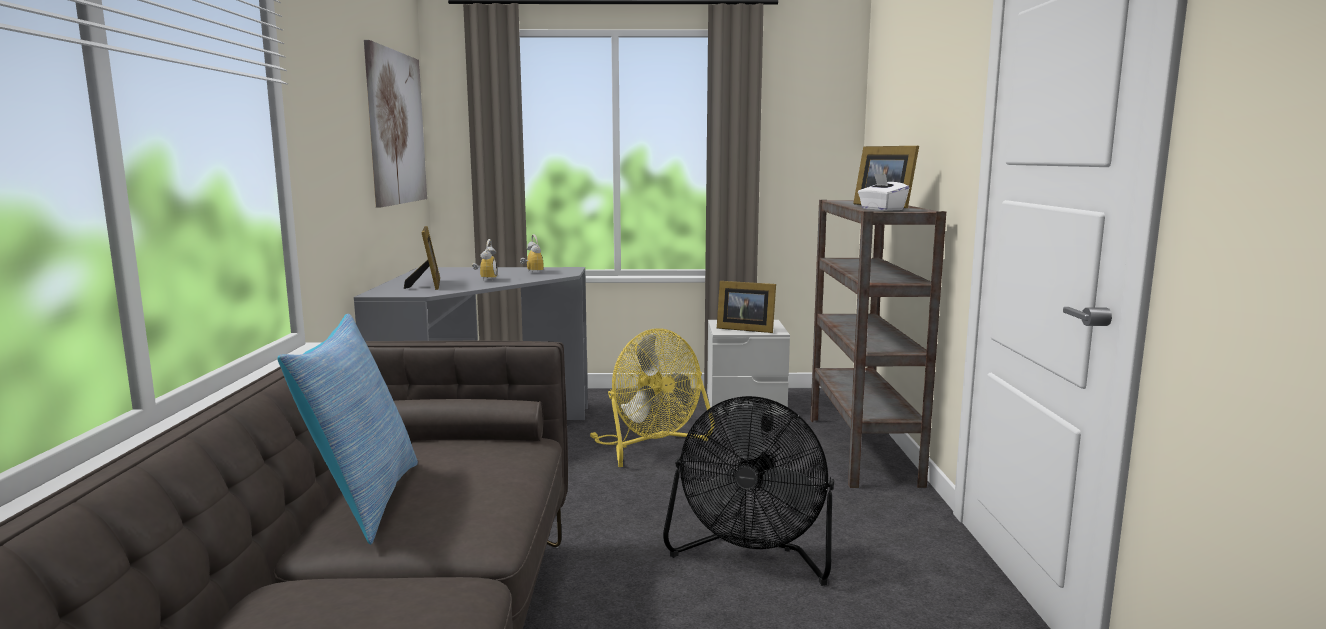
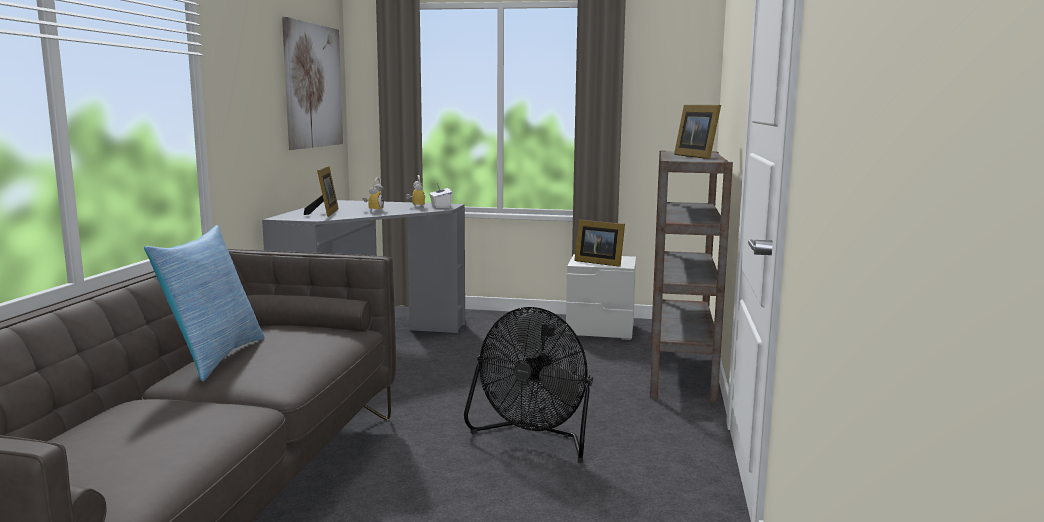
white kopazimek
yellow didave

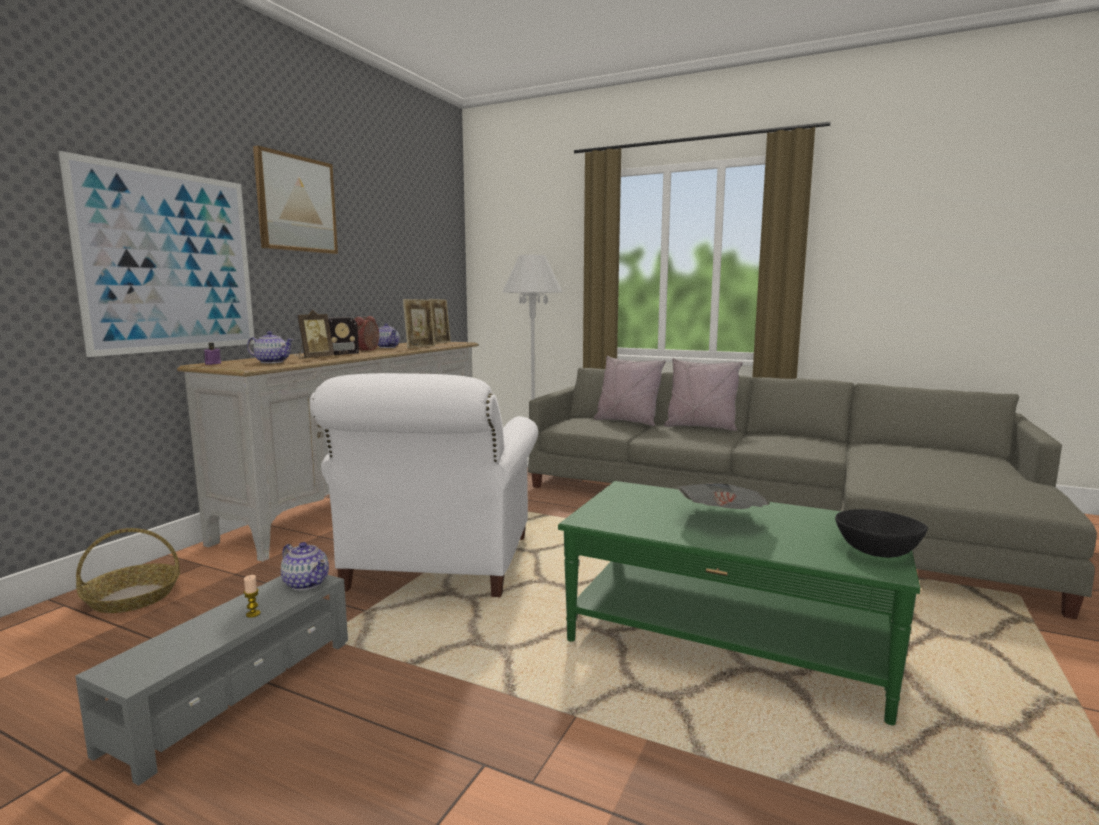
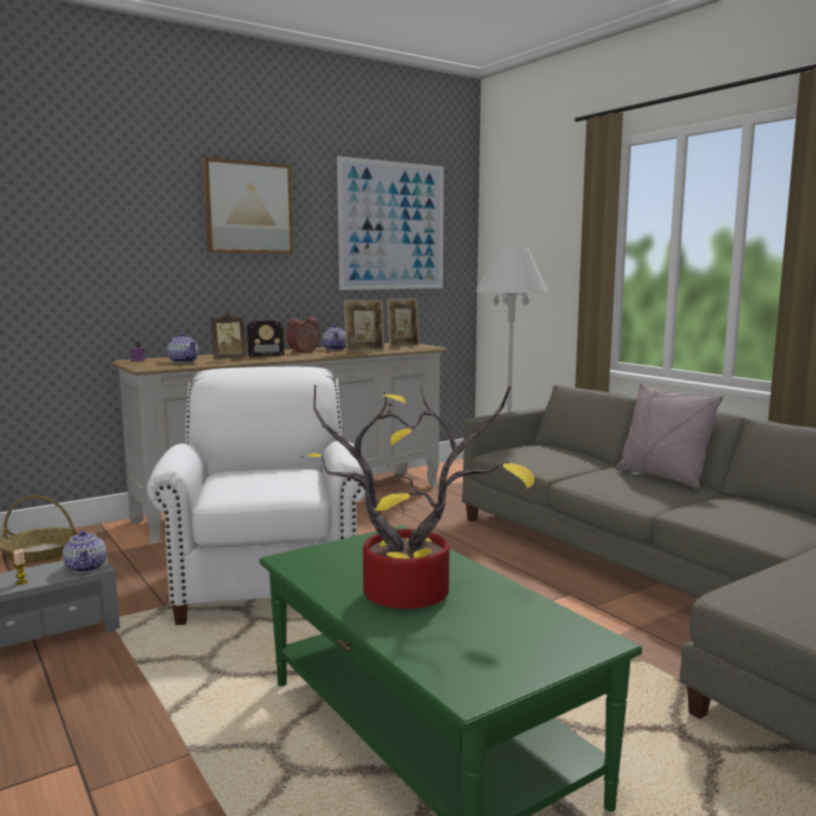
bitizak (2nd from left)
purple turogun (1st from left in the first image)
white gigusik
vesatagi
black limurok

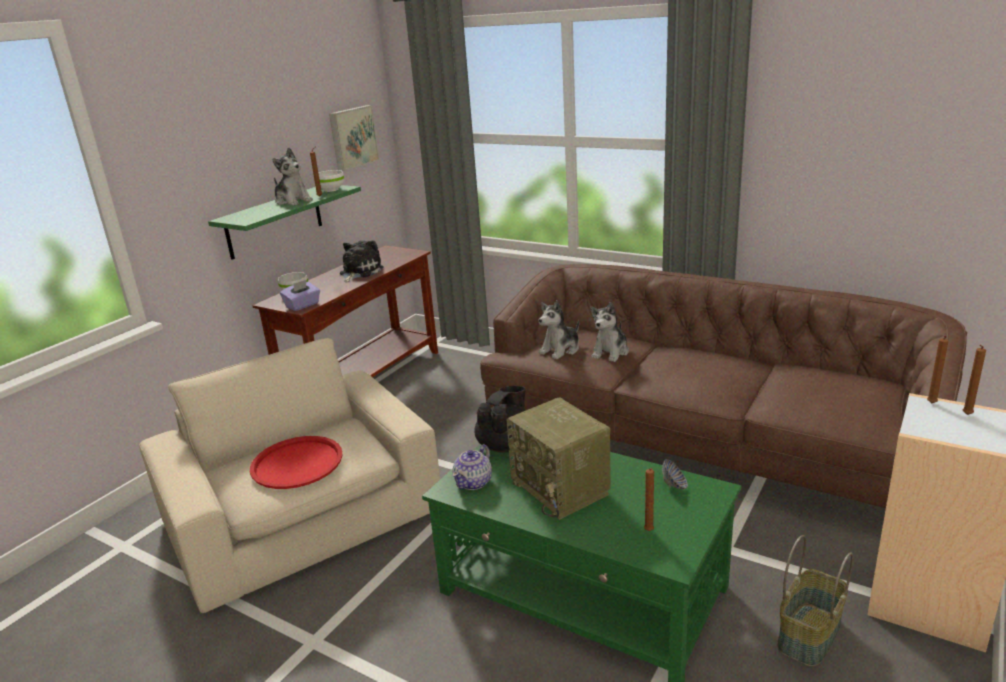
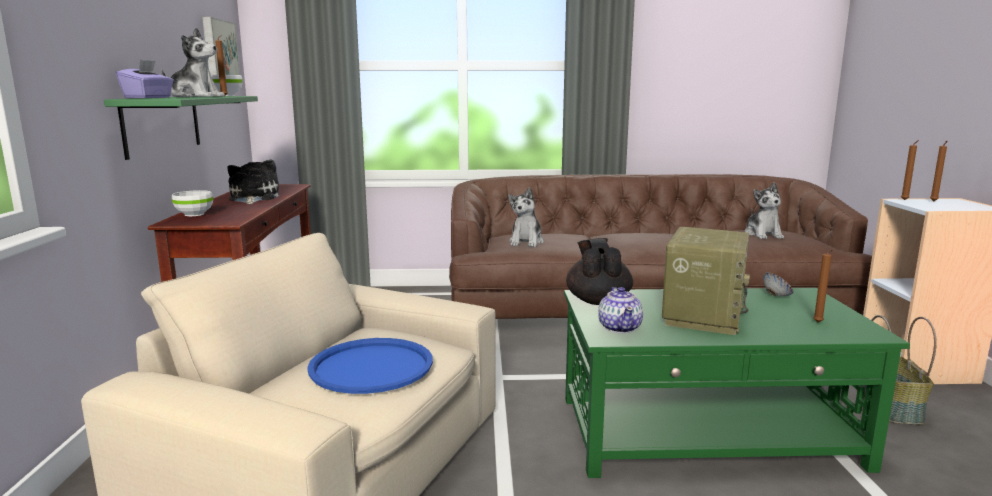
purple kopazimek
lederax (4th from left)
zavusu
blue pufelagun

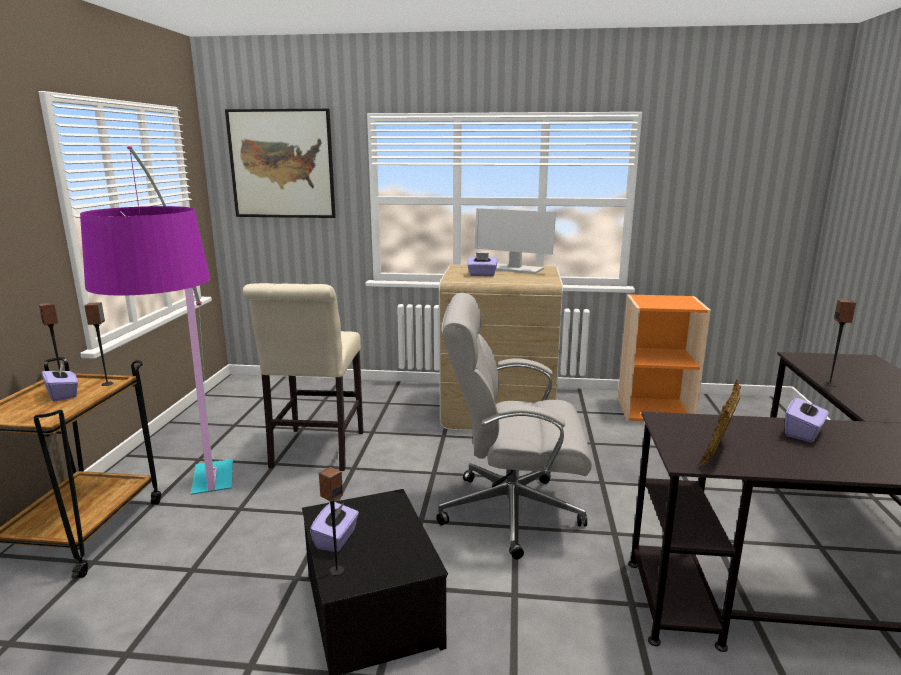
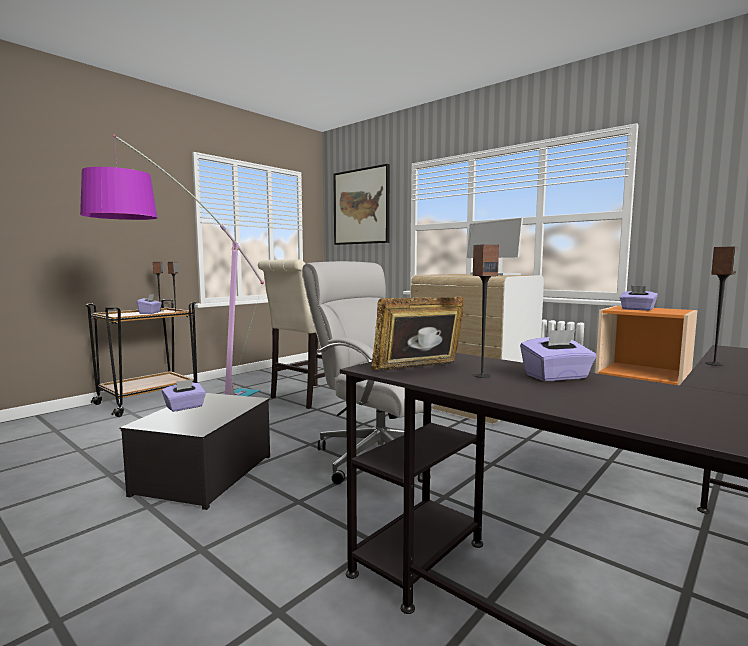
purple kopazimek (4th from left)
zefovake (3rd from left)

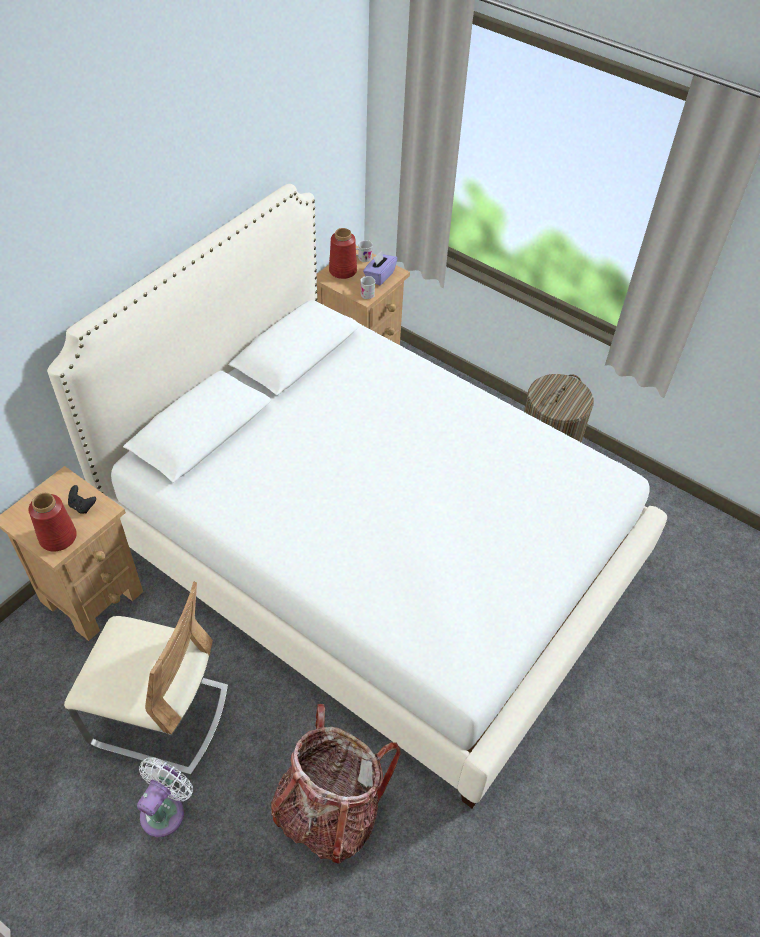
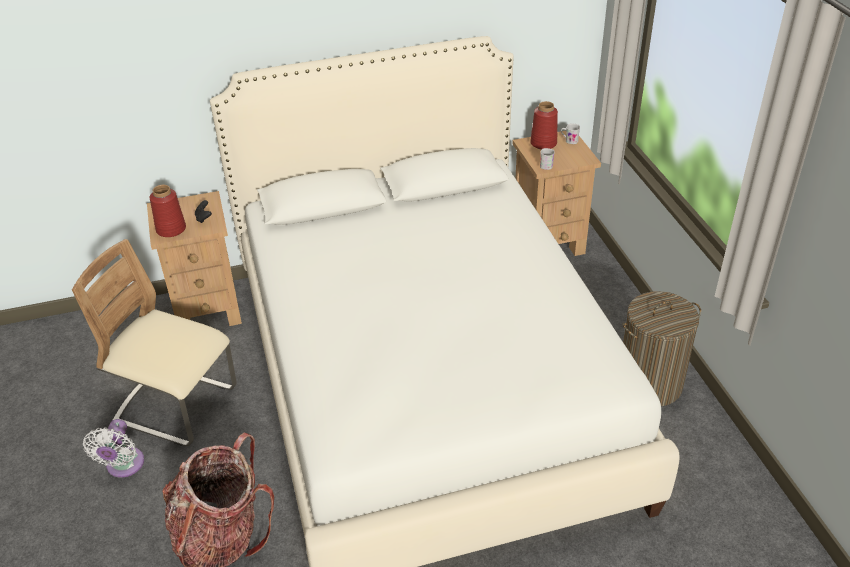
purple kopazimek
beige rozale
white didave

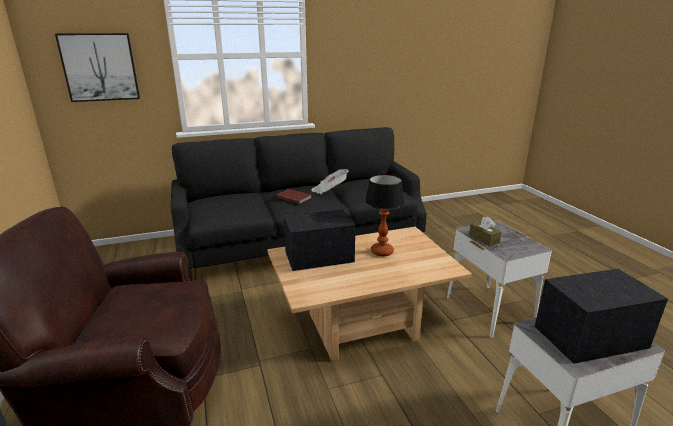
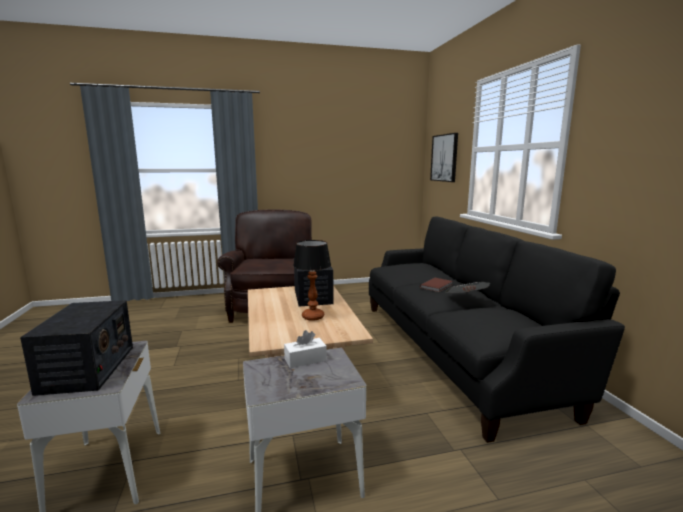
white kopazimek

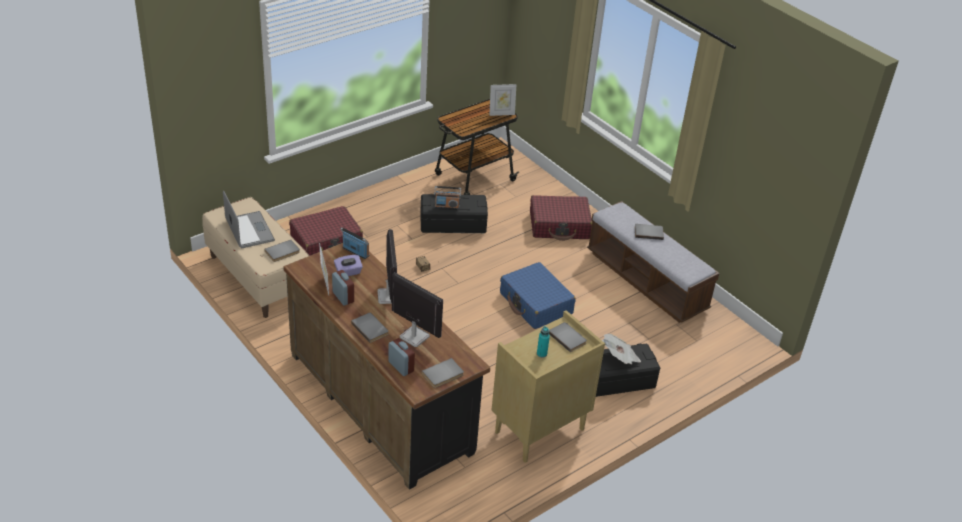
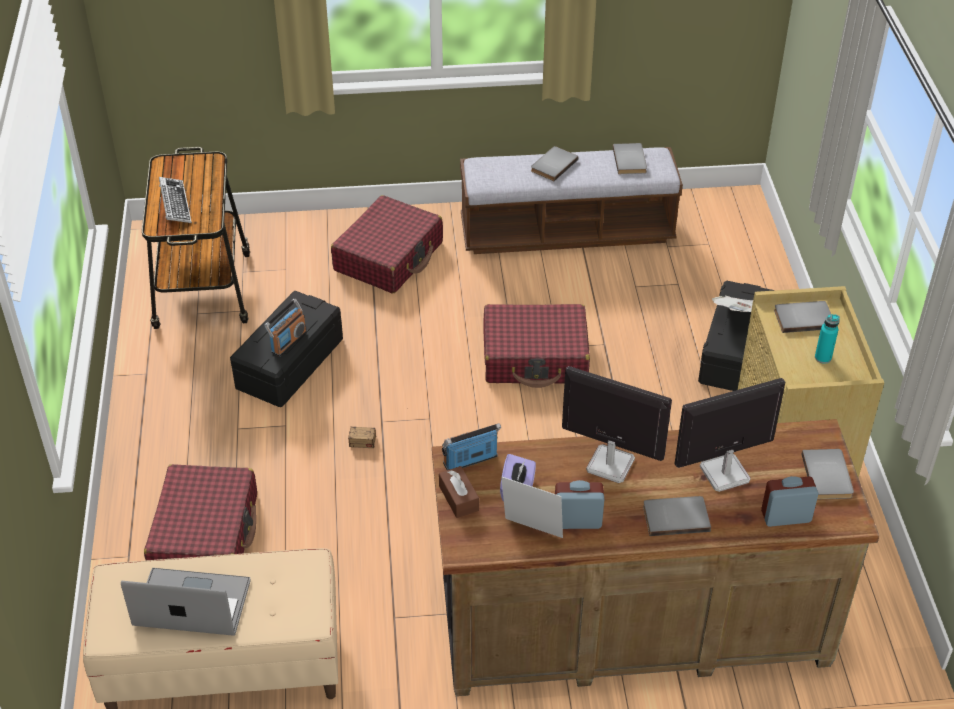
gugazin (2nd from left in the first image)
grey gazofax (2nd from left)
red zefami (3rd from left)
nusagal
brown kopazimek

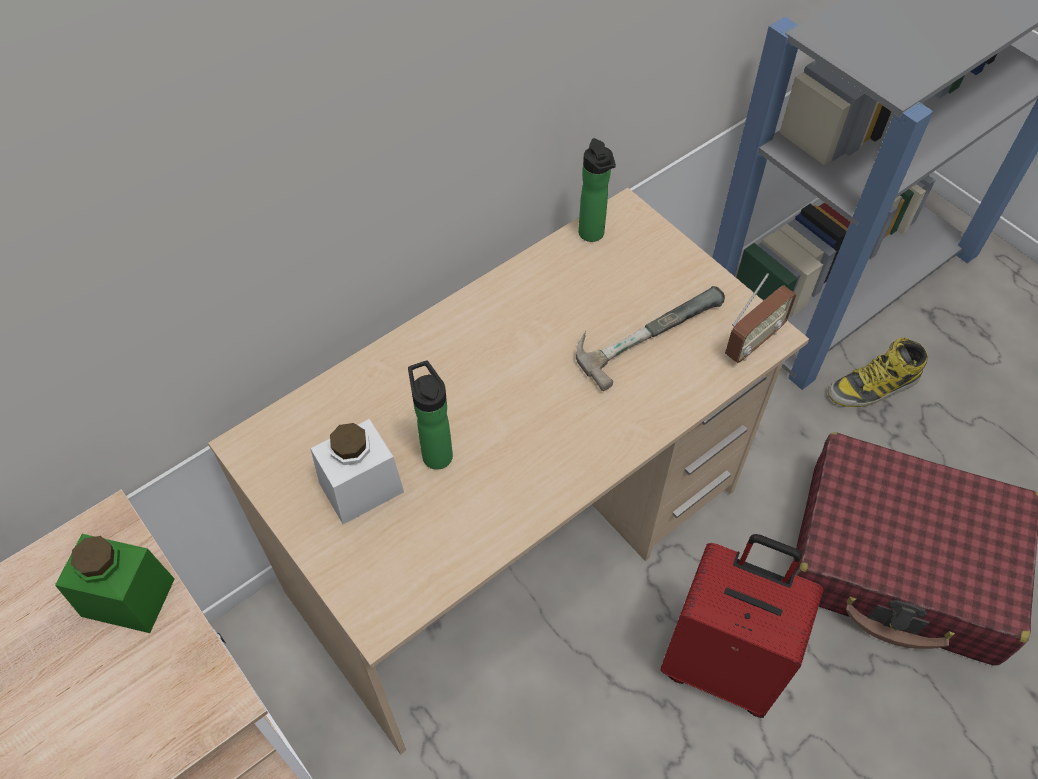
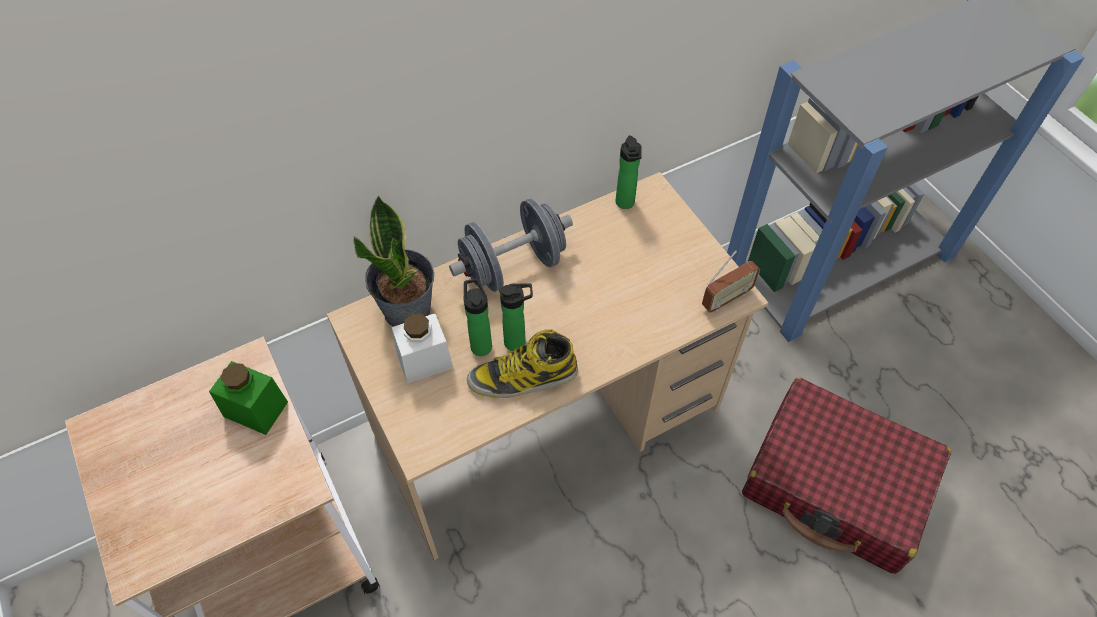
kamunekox
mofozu
red zefami (1st from left in the first image)
vesatagi
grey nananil
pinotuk (2nd from left)

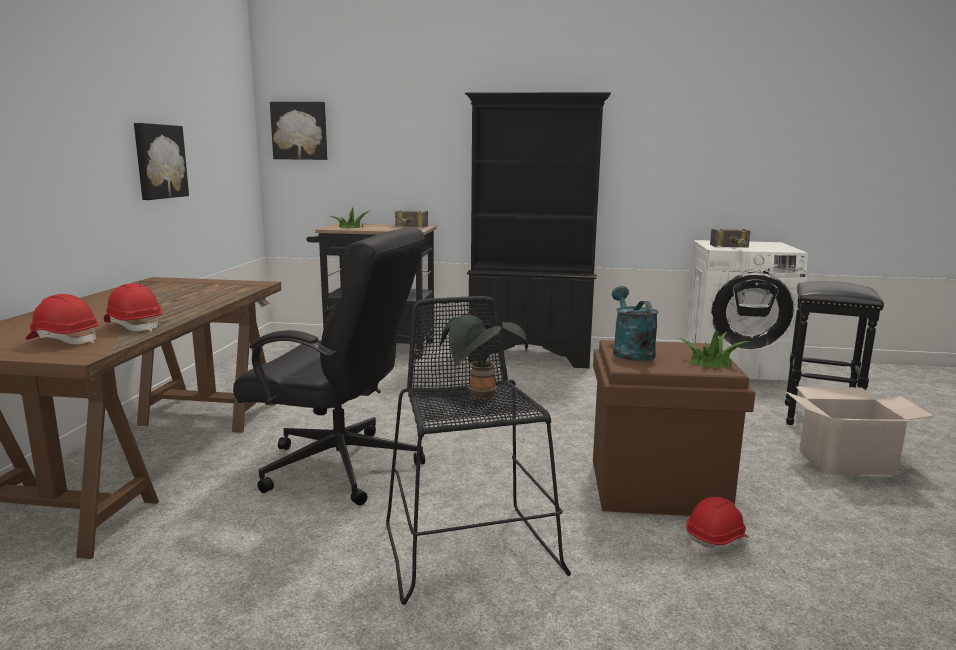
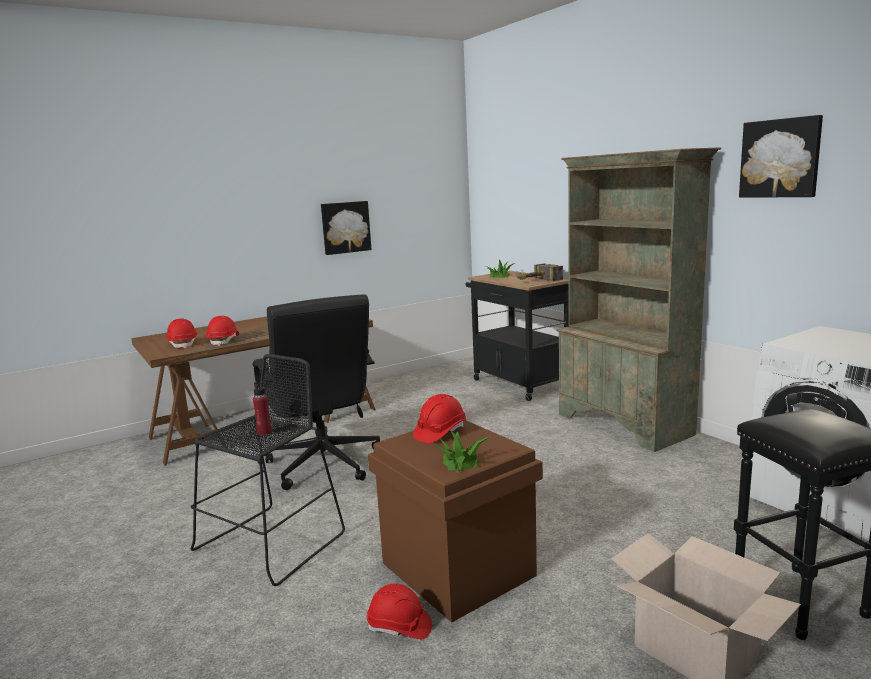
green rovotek
bitizak (2nd from left)
kamunekox (2nd from left in the first image)
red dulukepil (4th from left)
red pinotuk

